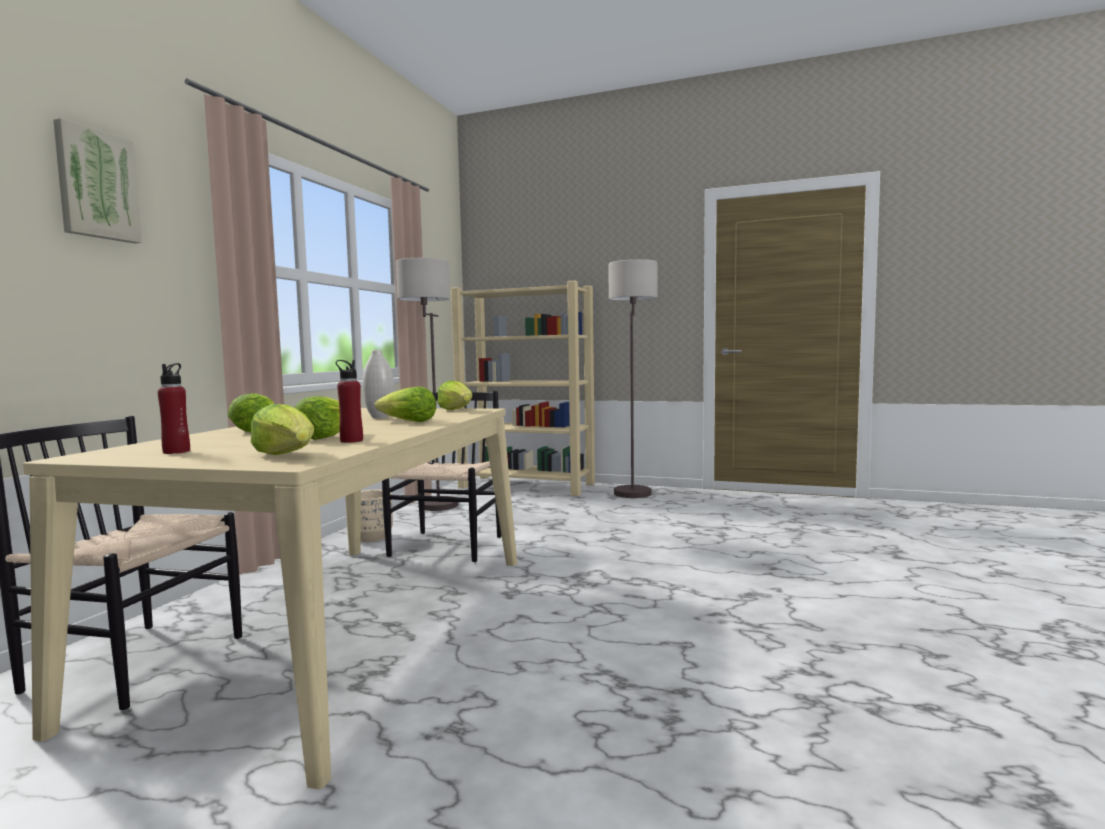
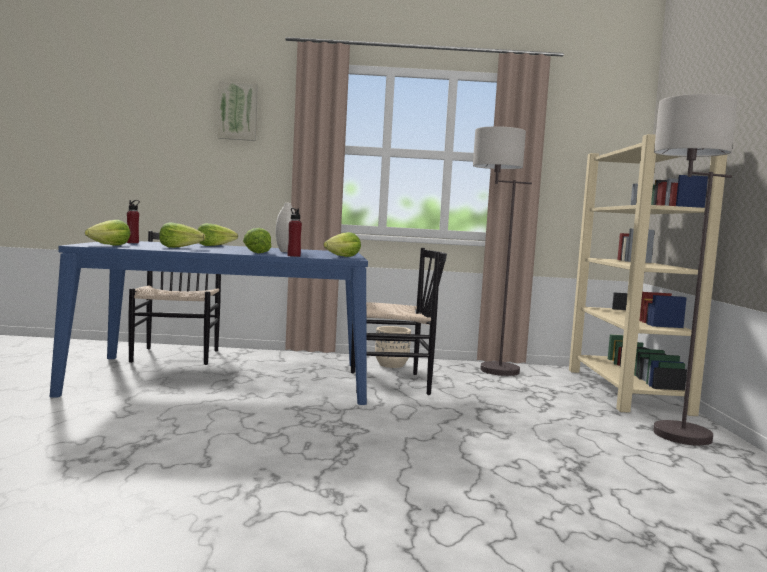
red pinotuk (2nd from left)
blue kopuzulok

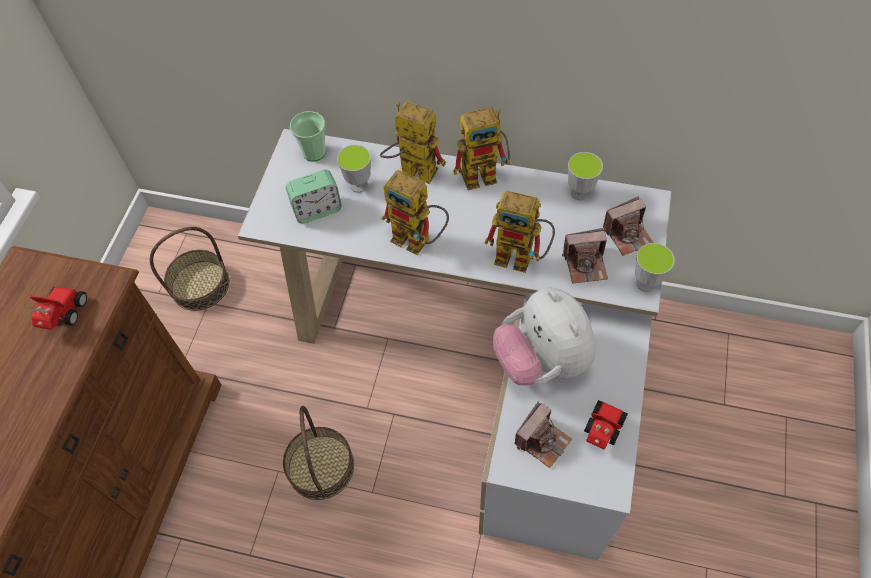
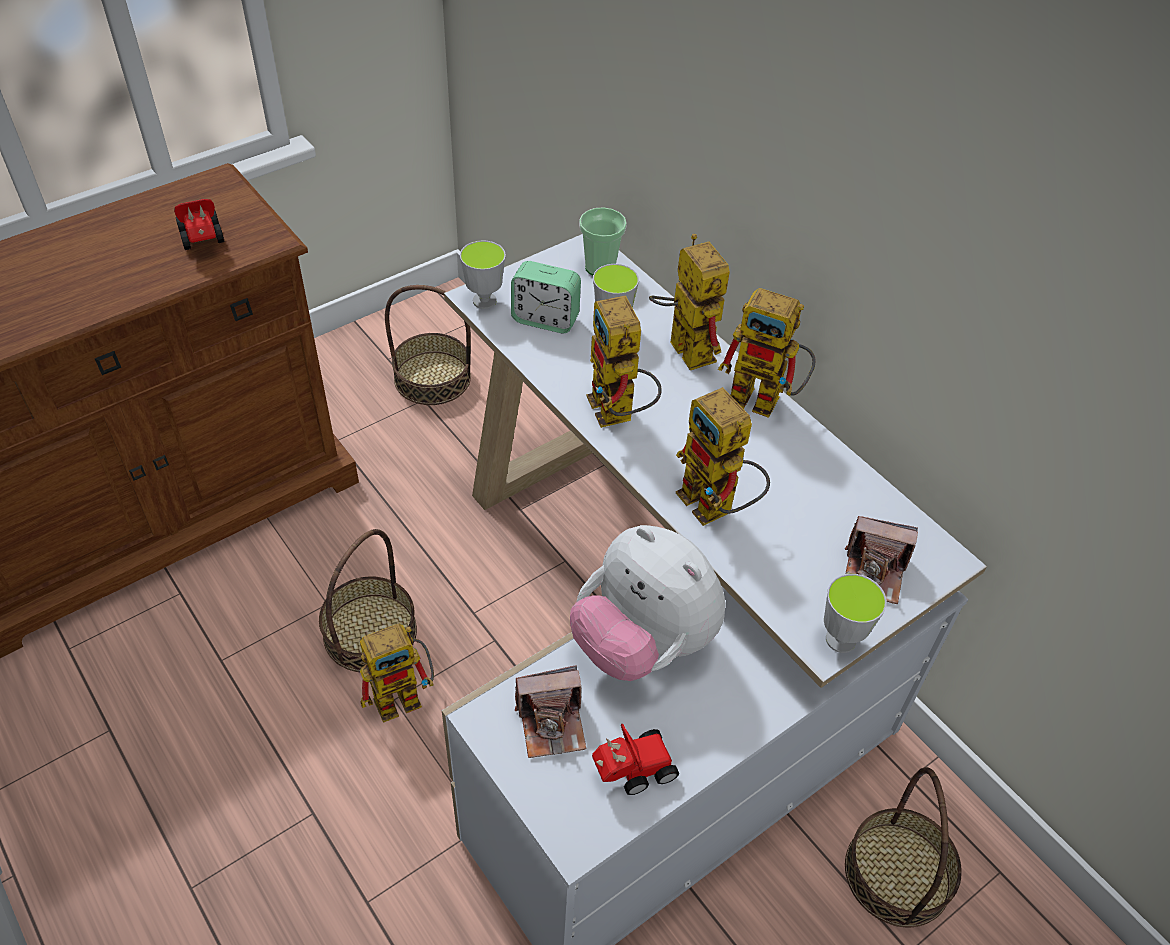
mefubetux (1st from left)
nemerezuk (2nd from left in the first image)
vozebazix (1st from left)
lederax
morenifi (1st from left)
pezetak (3rd from left)

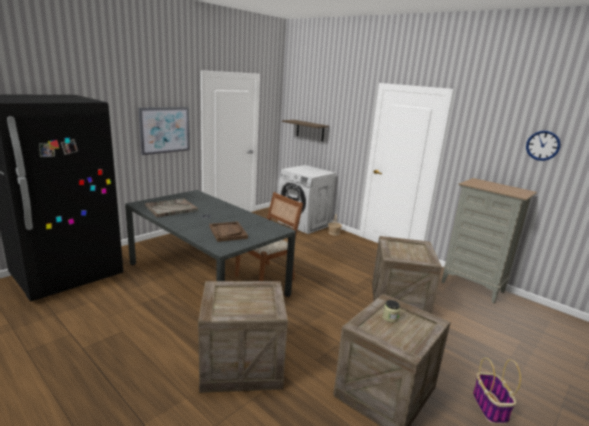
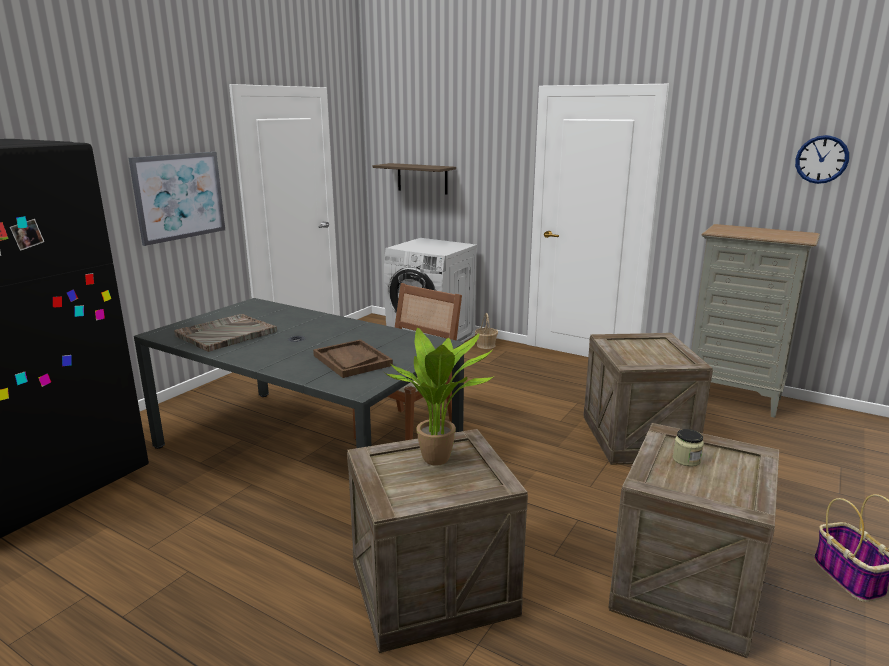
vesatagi

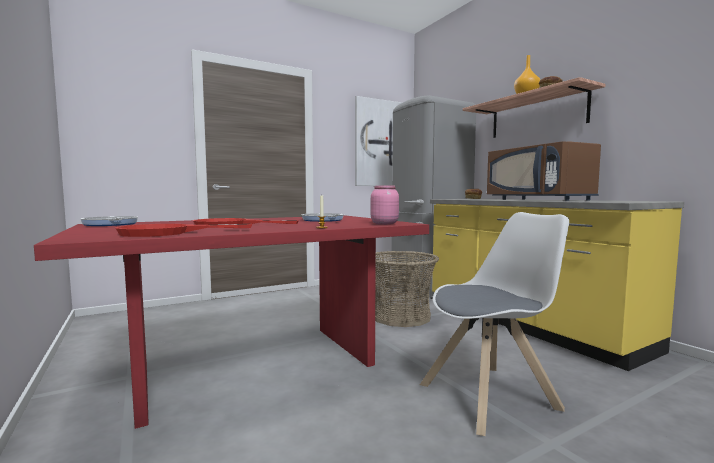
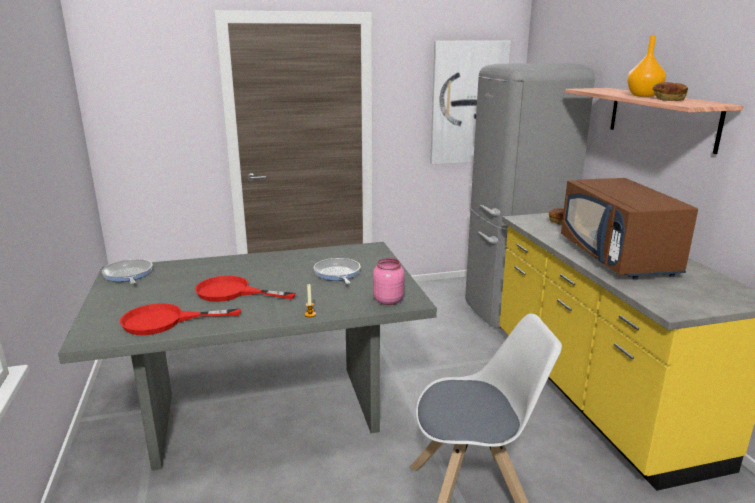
grey kopuzulok
pezetak

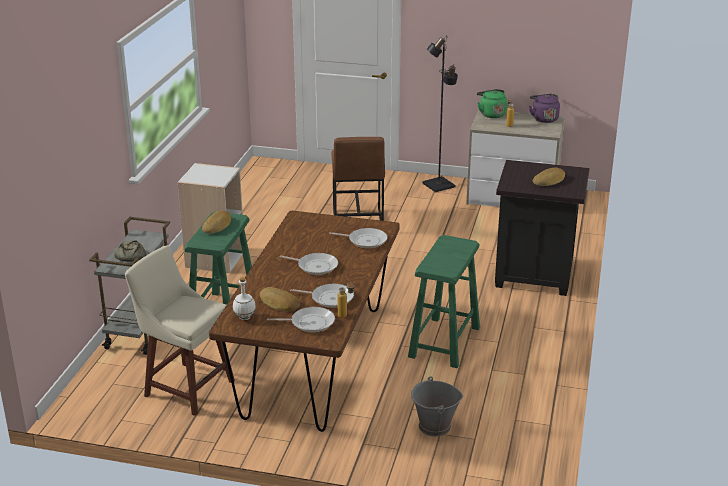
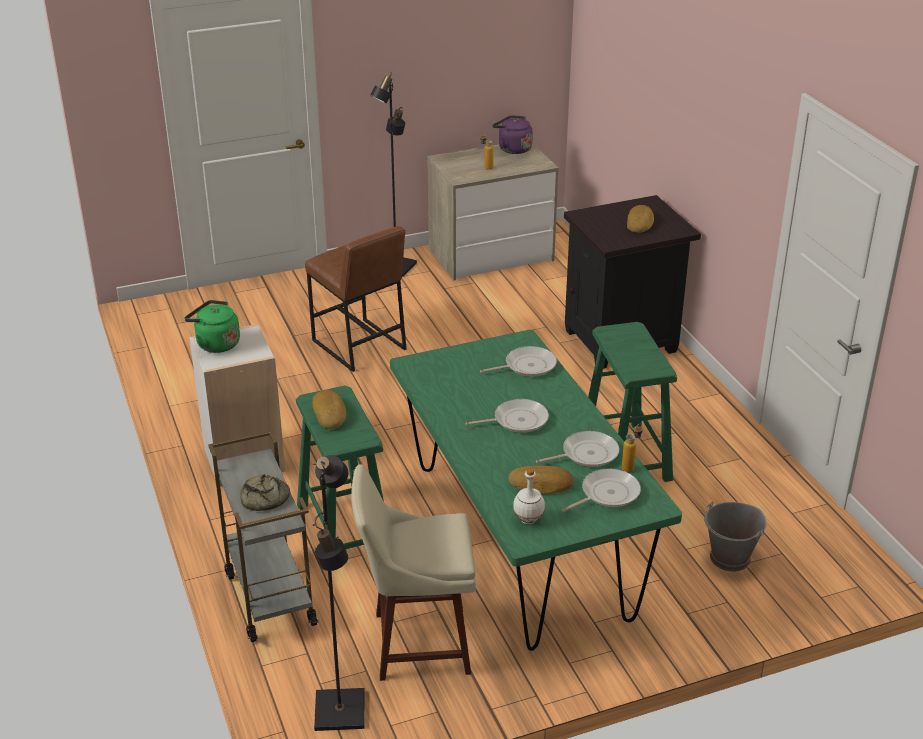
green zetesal
green kopuzulok
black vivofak (1st from left)

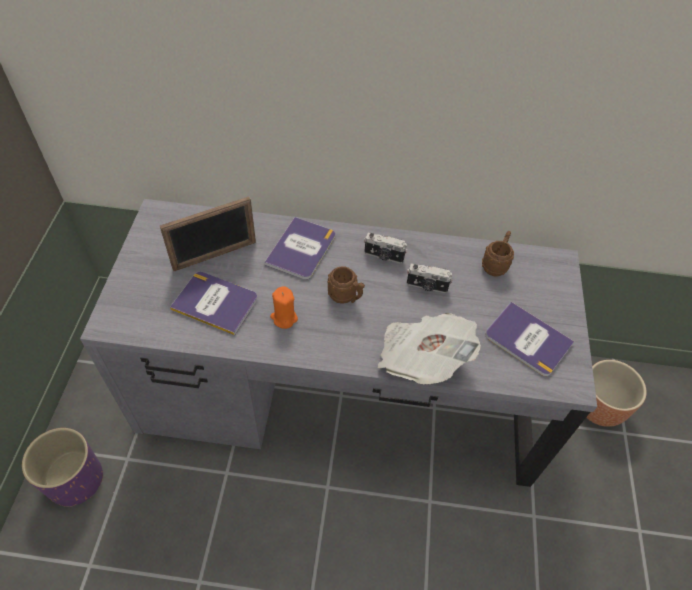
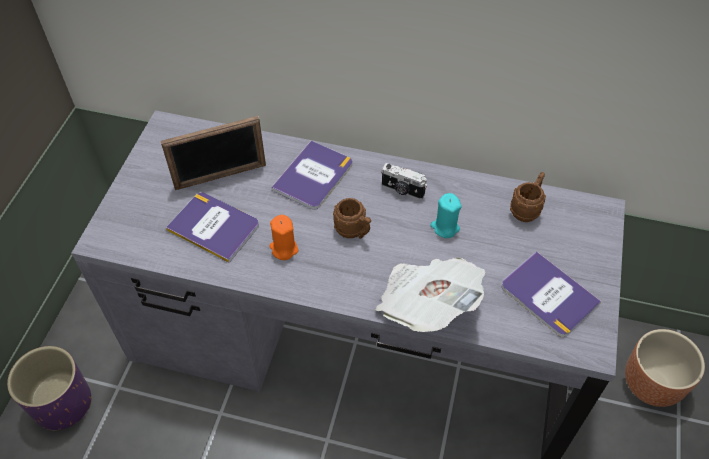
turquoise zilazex

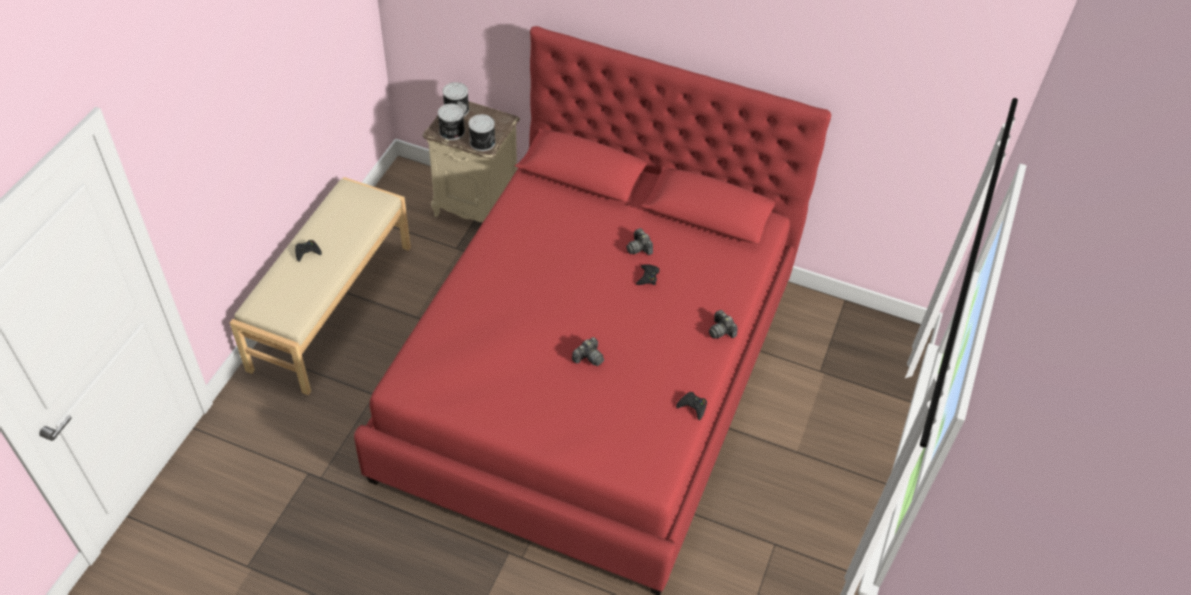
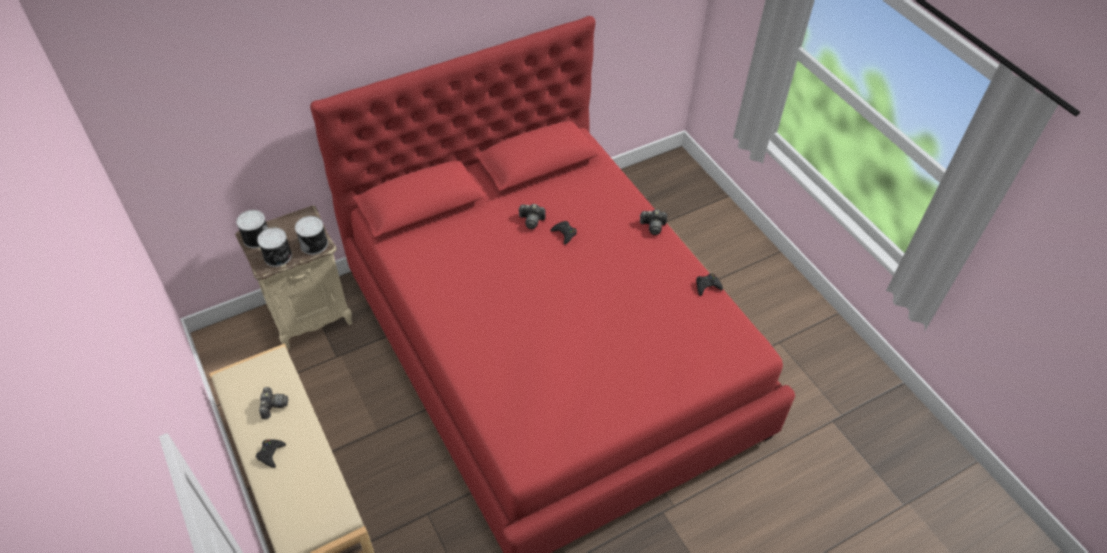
nemerezuk (1st from left)

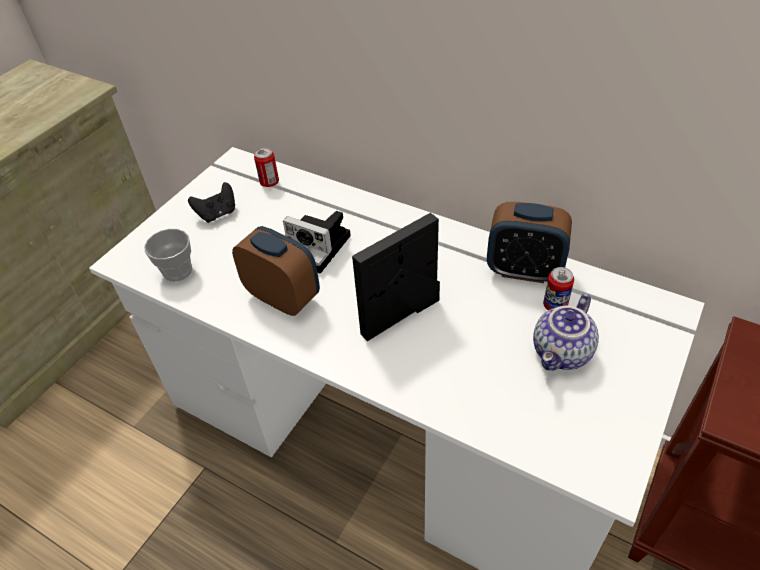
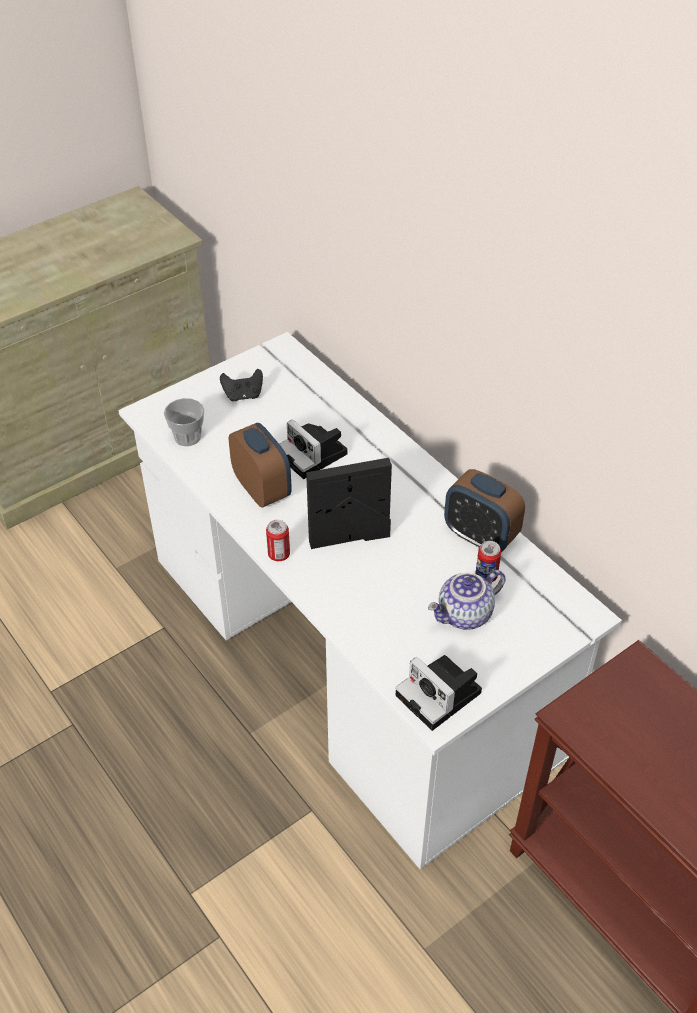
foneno (1st from left)
nemerezuk (2nd from left)

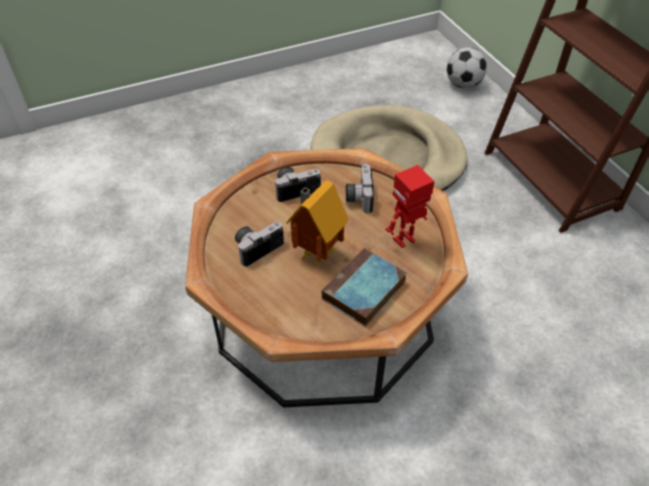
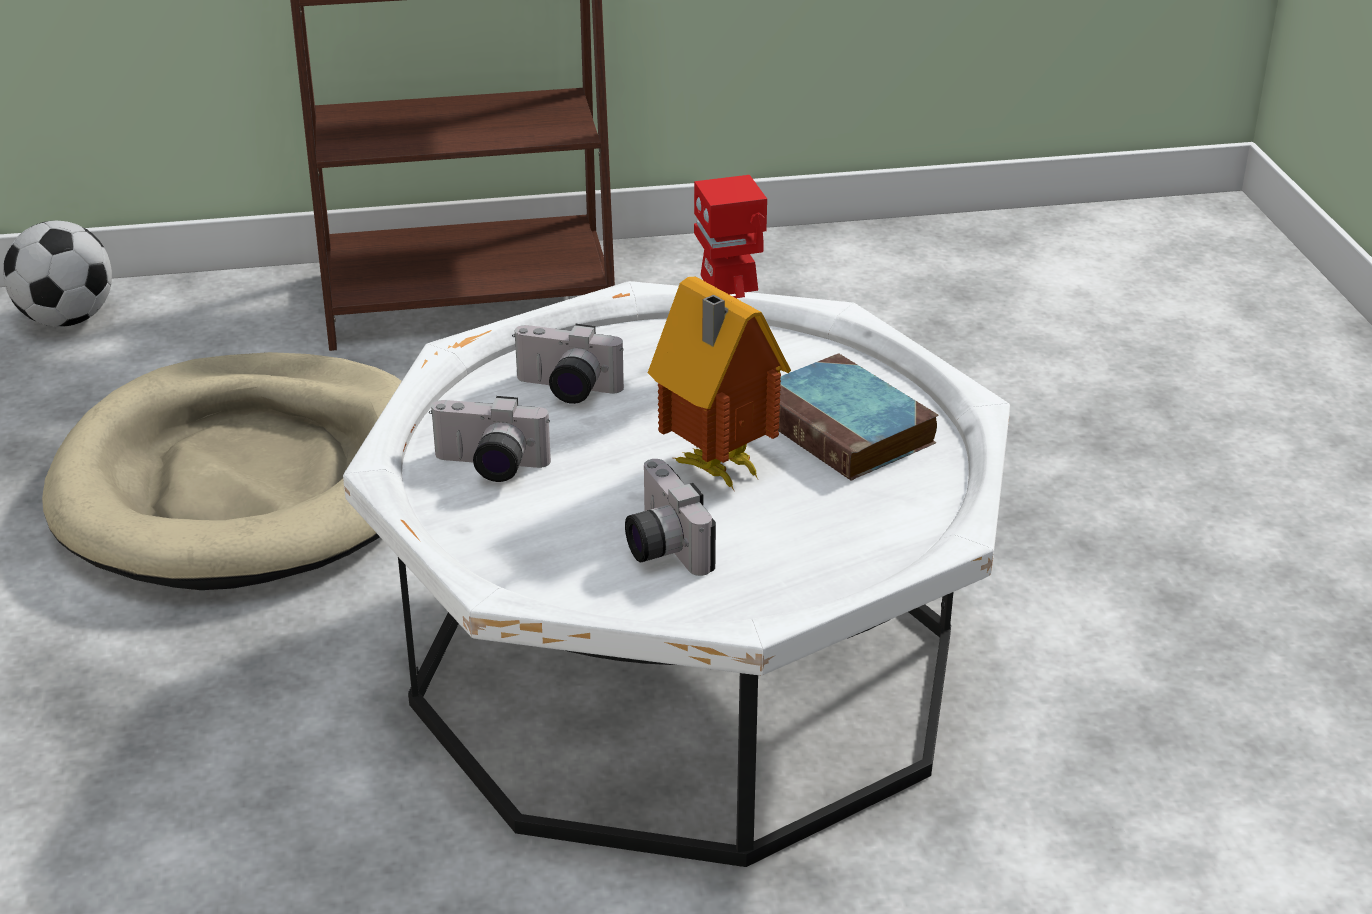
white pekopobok
nemerezuk (1st from left)

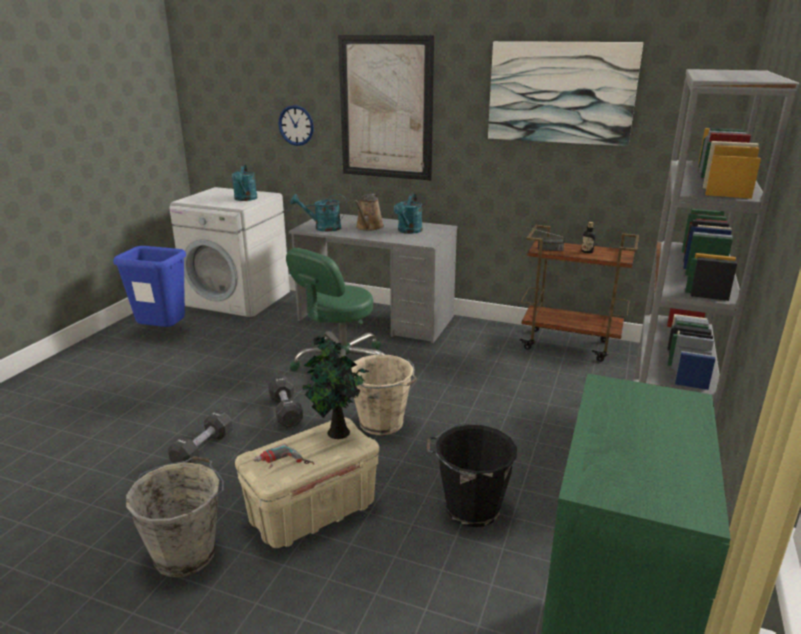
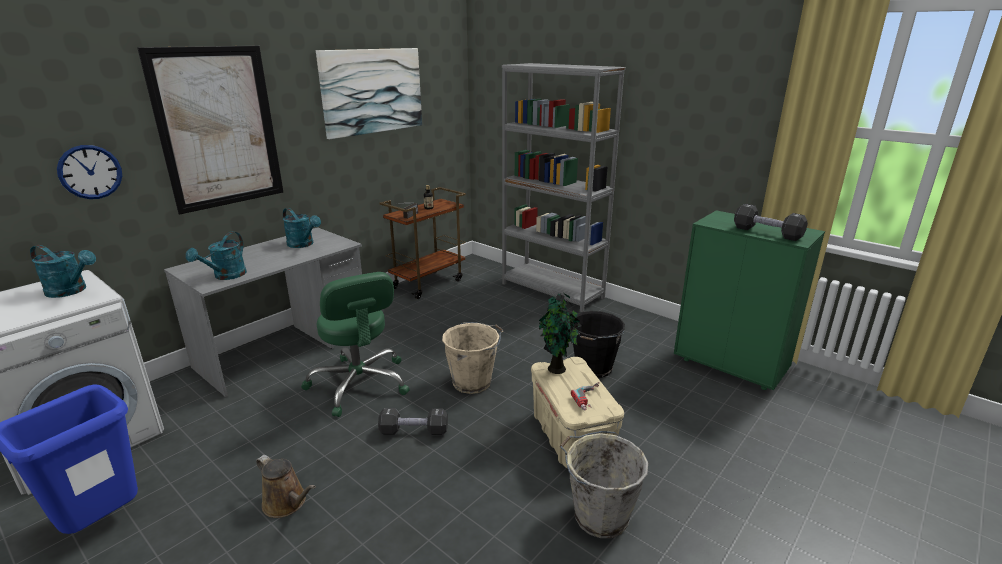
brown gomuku
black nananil (2nd from left)

